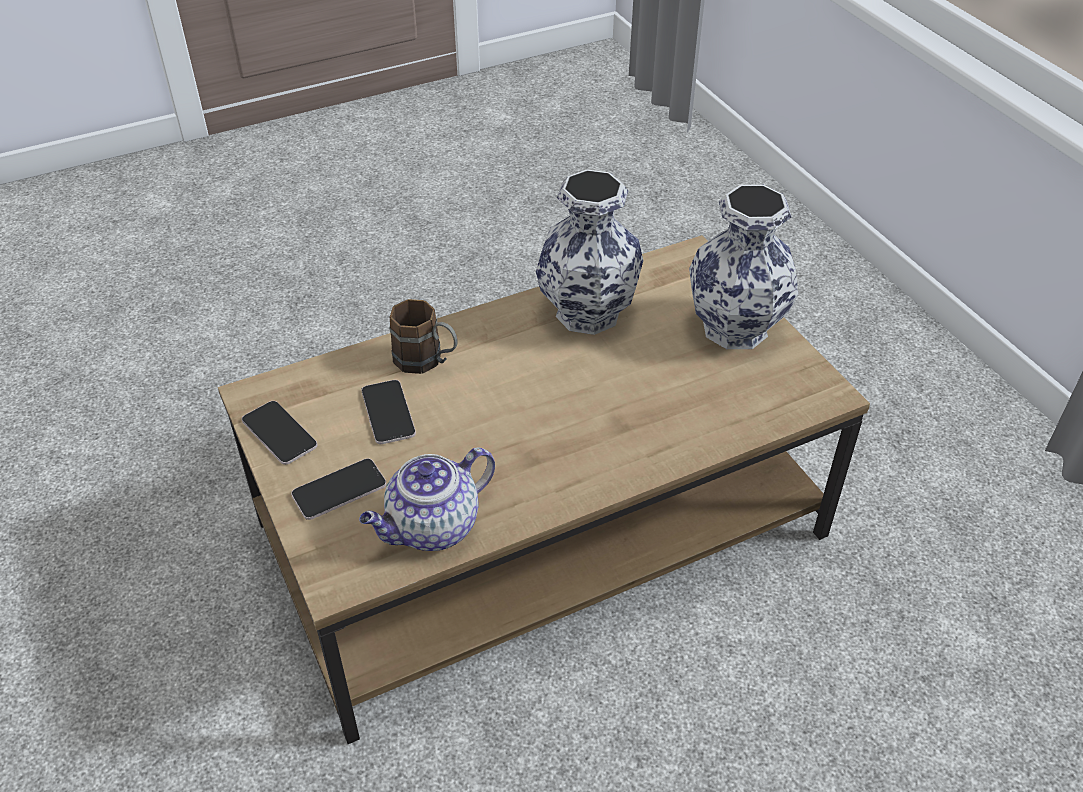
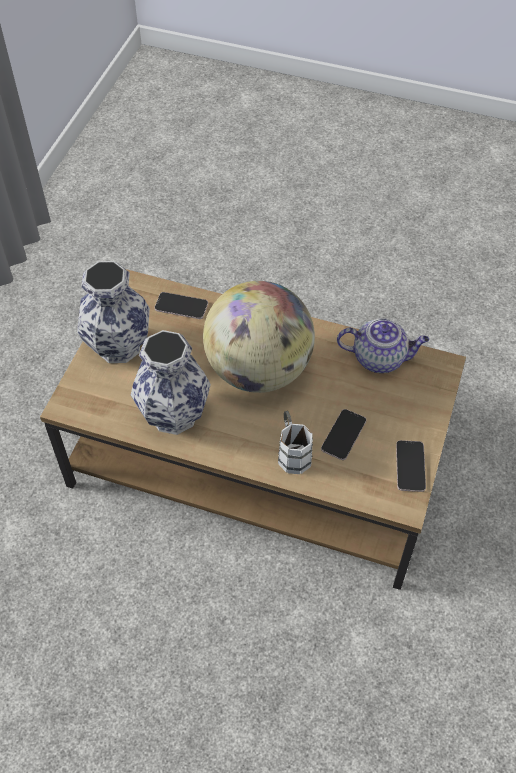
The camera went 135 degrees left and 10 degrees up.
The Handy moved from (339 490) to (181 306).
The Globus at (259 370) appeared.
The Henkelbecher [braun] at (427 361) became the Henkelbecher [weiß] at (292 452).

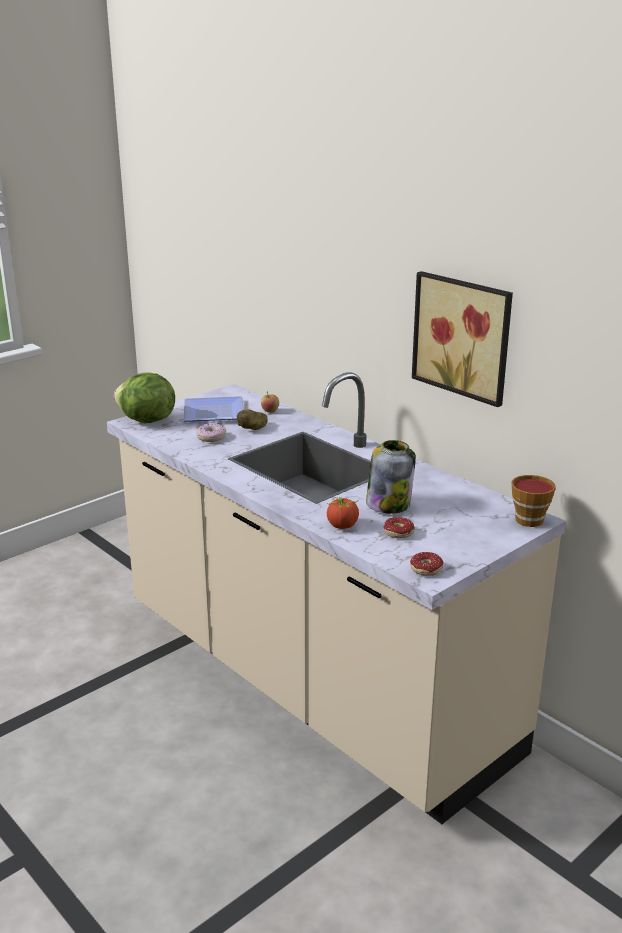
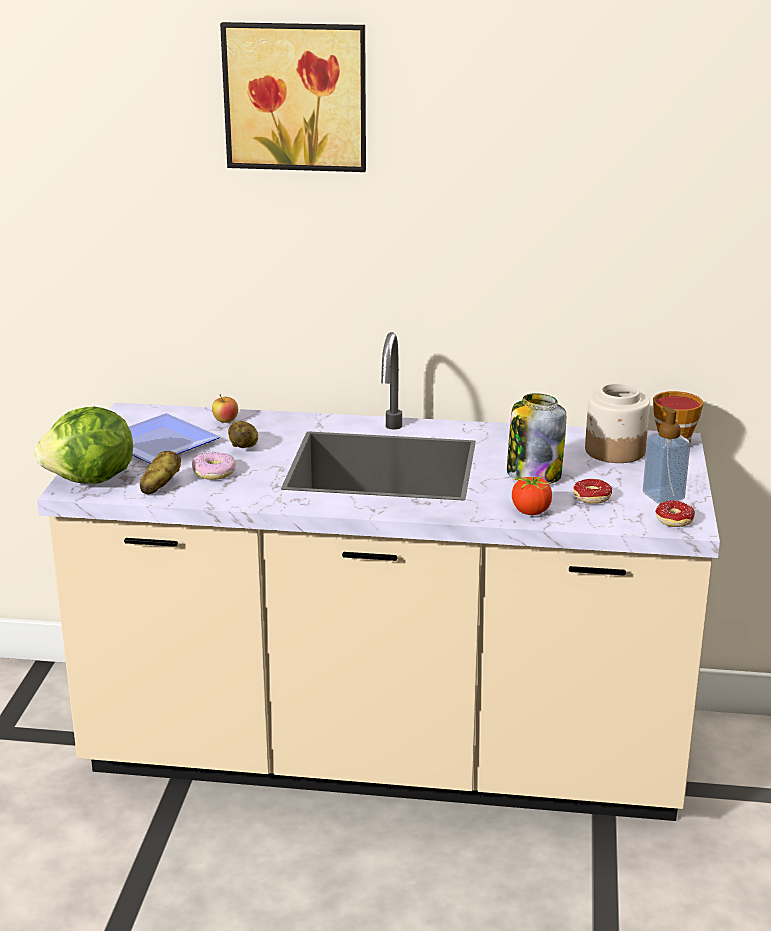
The camera went 40 degrees left and 0 degrees up.
The Kartoffel at (160 486) appeared.
The Bild moved from (464 336) to (296 96).
The Vorratsglas at (614 451) appeared.
The Seifenspender at (663 496) appeared.

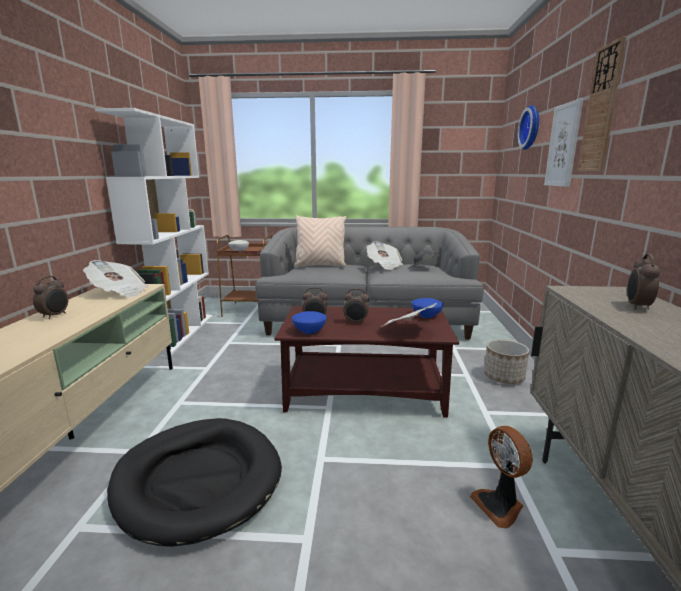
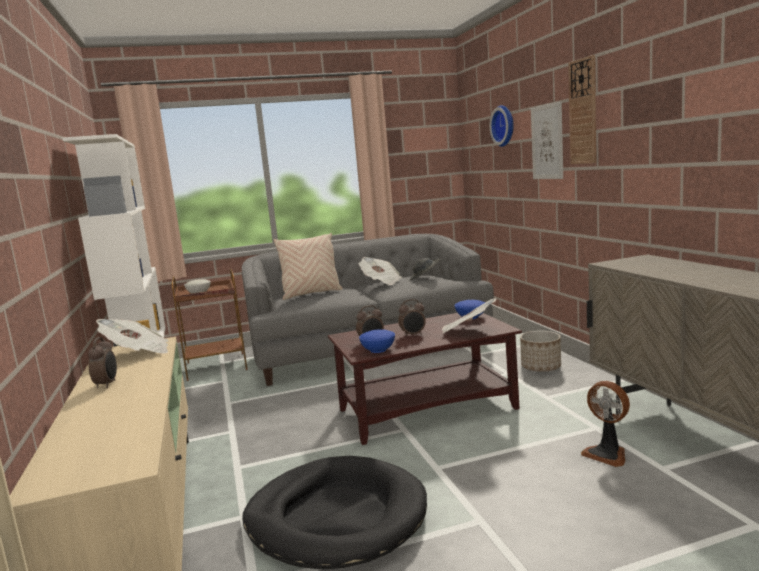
The camera went 20 degrees left and 5 degrees down.
The Wecker at (637 306) disappeared.

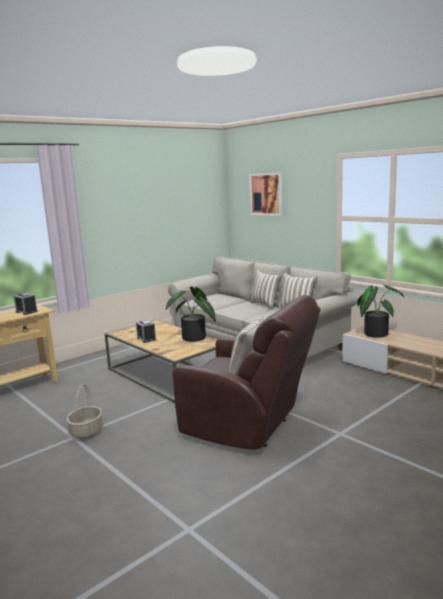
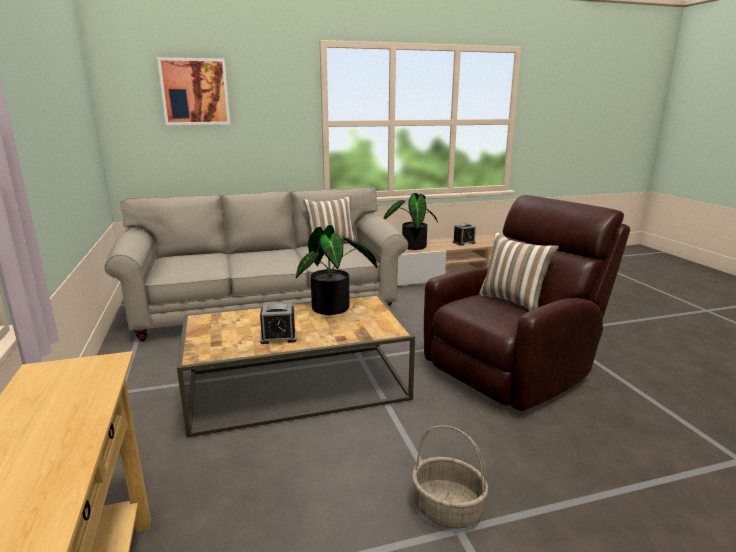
The camera went 65 degrees left and 5 degrees up.
The Wecker moved from (26 312) to (464 242).
The Kissen at (266 305) disappeared.

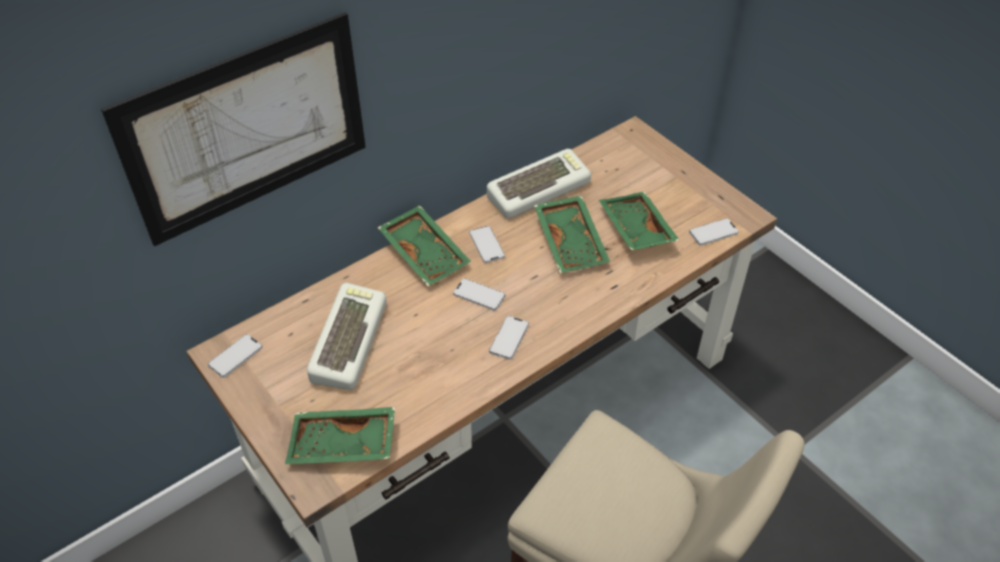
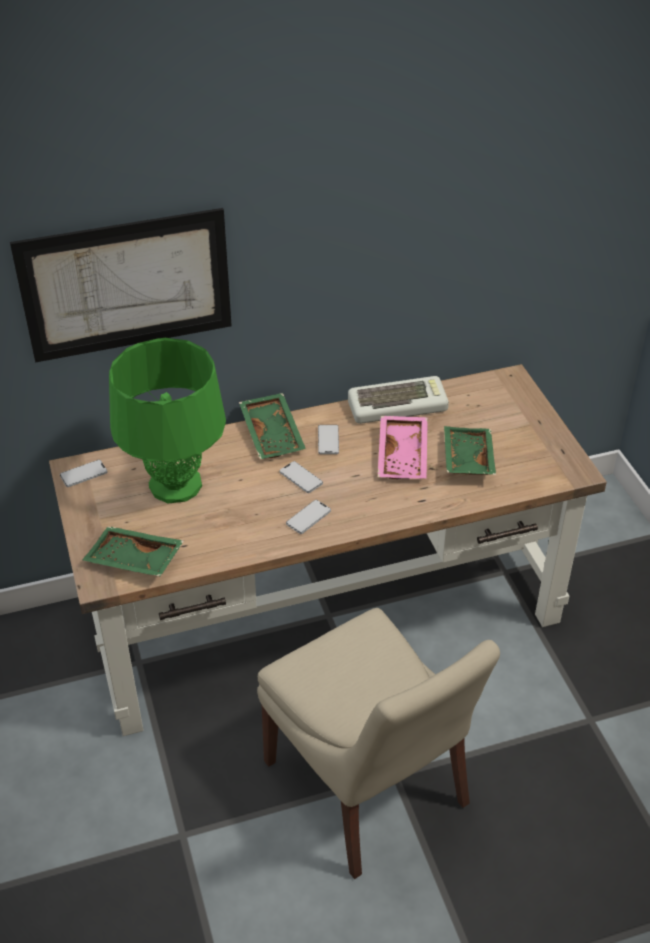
The camera went 20 degrees right and 5 degrees down.
The Tastatur at (347 340) was replaced by the Tischlampe [grün] at (175 484).
The Tablett [grün] at (572 242) became the Tablett [rosa] at (404 456).
The Handy at (713 232) disappeared.

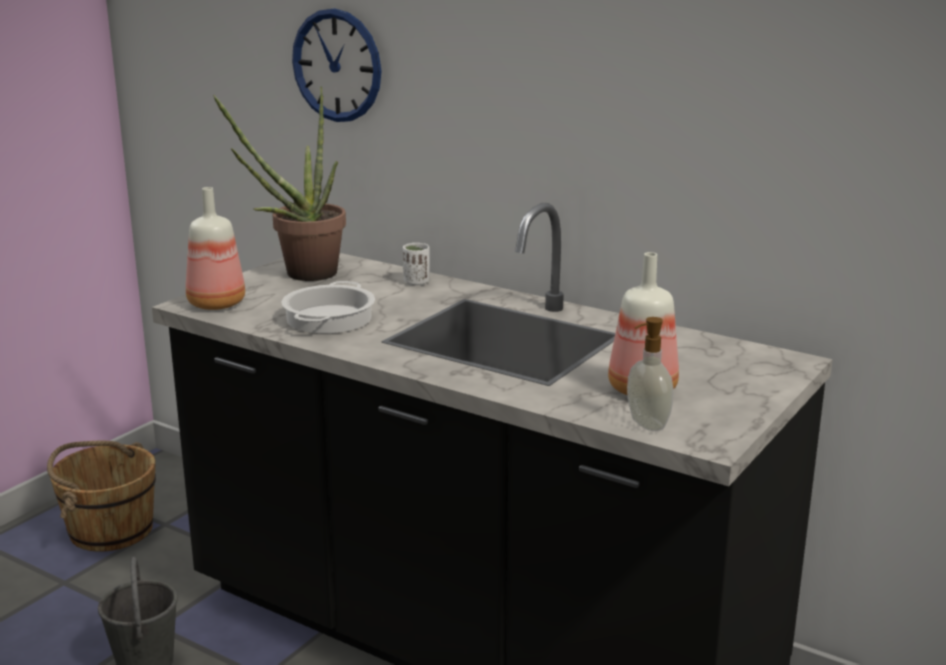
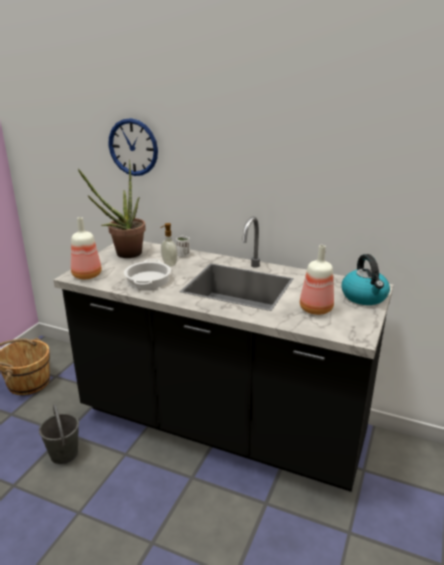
The camera went 10 degrees left and 5 degrees up.
The Seifenspender moved from (646 424) to (169 264).
The Wasserkessel at (364 297) appeared.

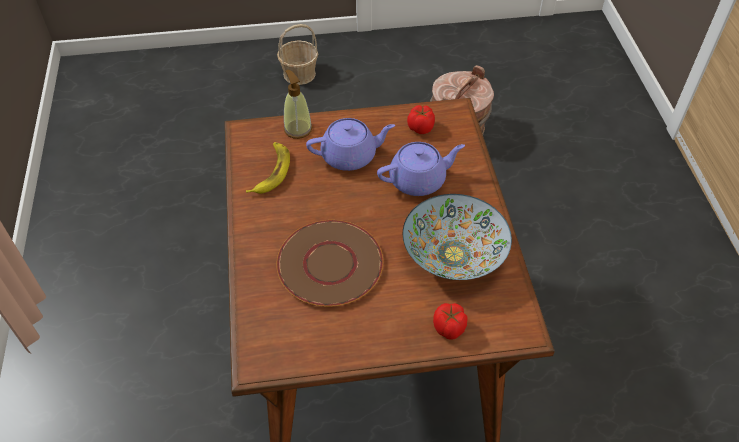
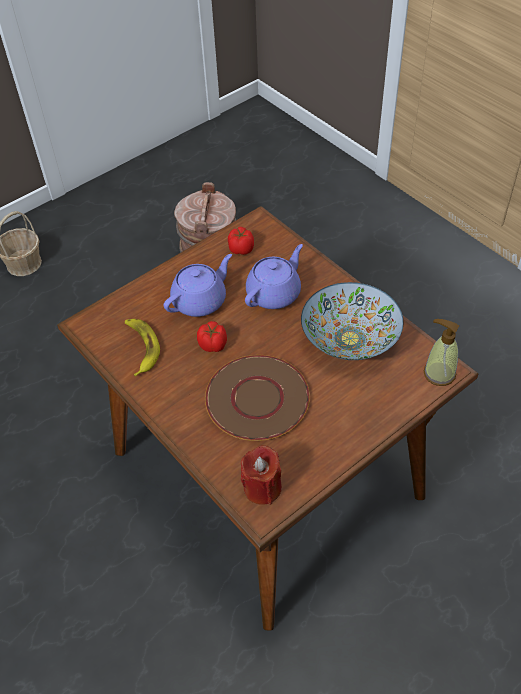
The camera went 30 degrees left and 0 degrees up.
The Tomate moved from (449 328) to (213 345).
The Kerze [rot] at (262 487) appeared.
The Seifenspender moved from (298 129) to (439 373).

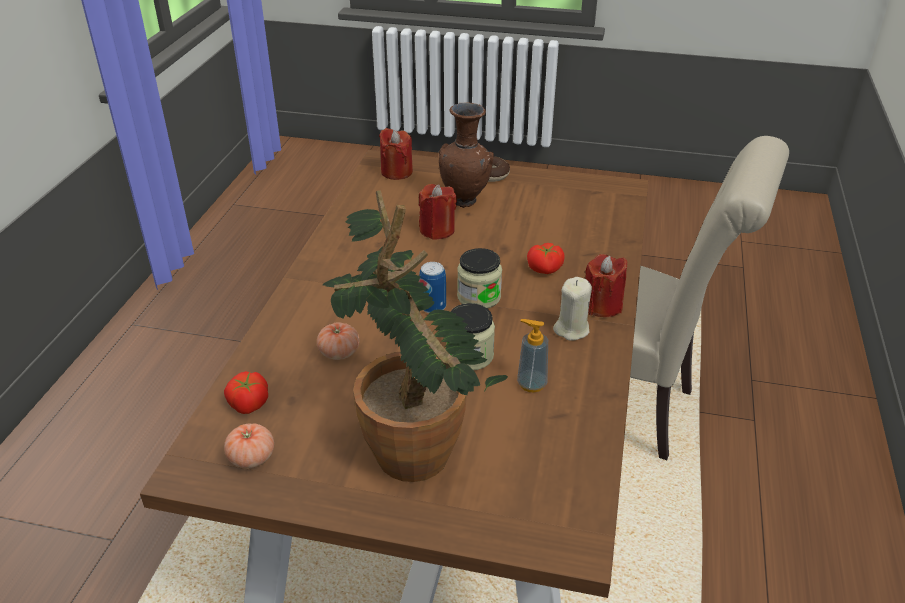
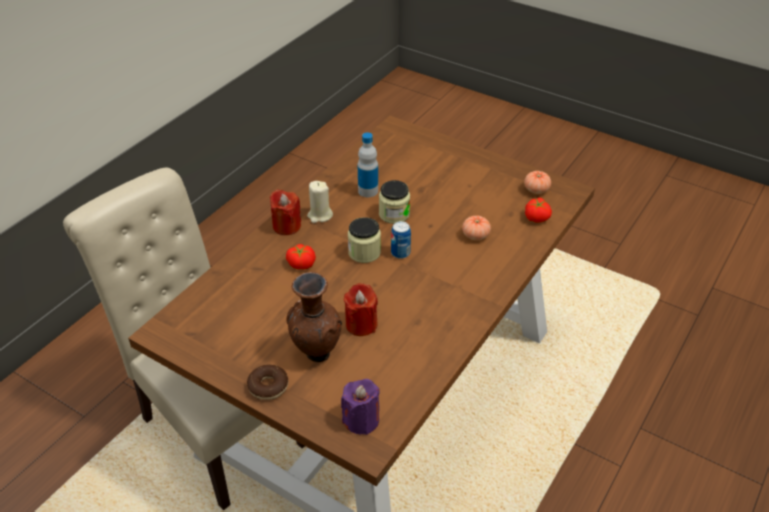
The camera went 160 degrees left and 5 degrees up.
The Kerze [rot] at (396 172) became the Kerze [lila] at (361 420).
The Seifenspender at (531 384) was replaced by the Flasche at (368 191).
The Topfpflanze at (412 440) disappeared.

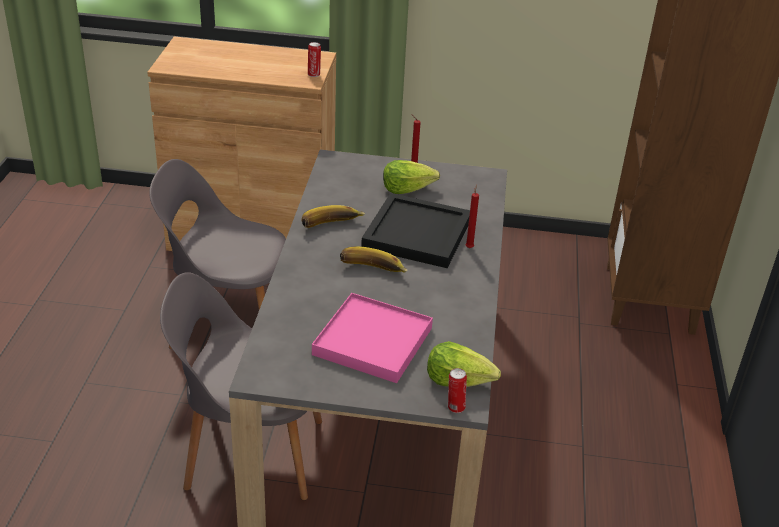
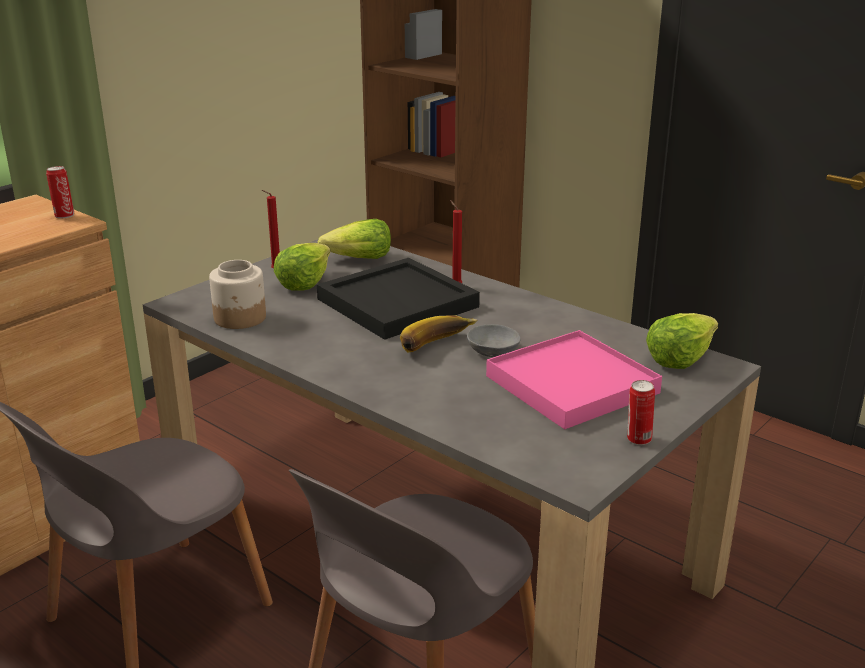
The camera went 55 degrees left and 10 degrees down.
The Vorratsglas at (240 318) appeared.
The Salatkopf at (359 259) appeared.
The Schüssel [grau] at (495 351) appeared.
The Dose moved from (455 407) to (638 439).
The Banane at (332 227) disappeared.

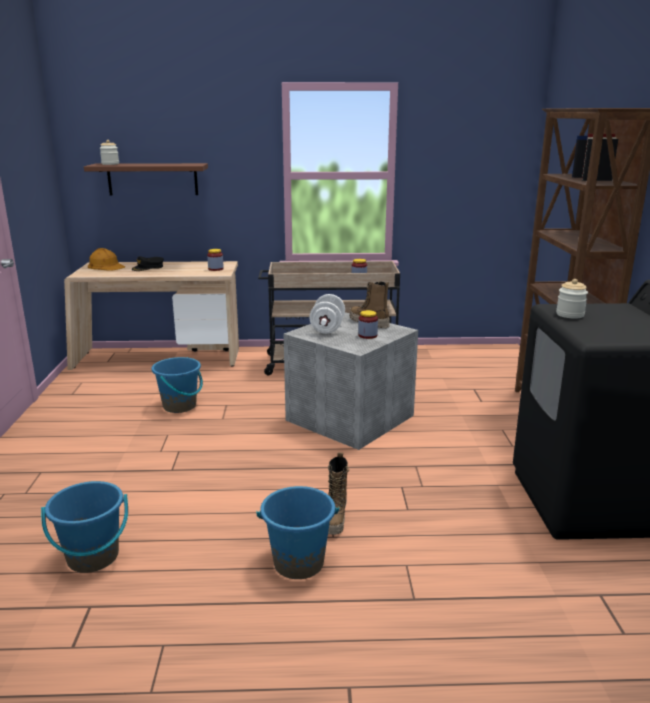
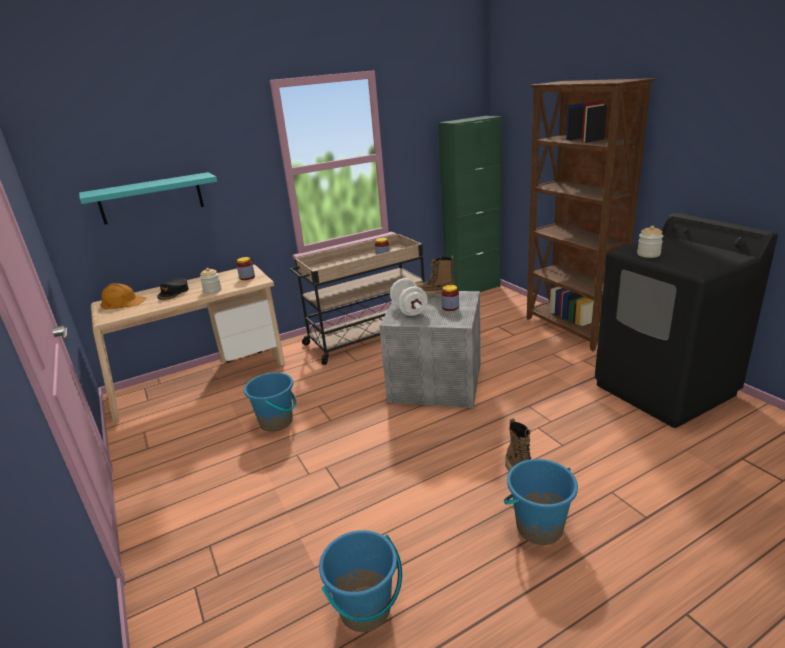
The camera went 25 degrees left and 5 degrees up.
The Wandregal [braun] at (152 179) became the Wandregal [türkis] at (151 198).
The Vorratsglas moved from (110 164) to (212 290).
The Schrank [grün] at (473 289) appeared.

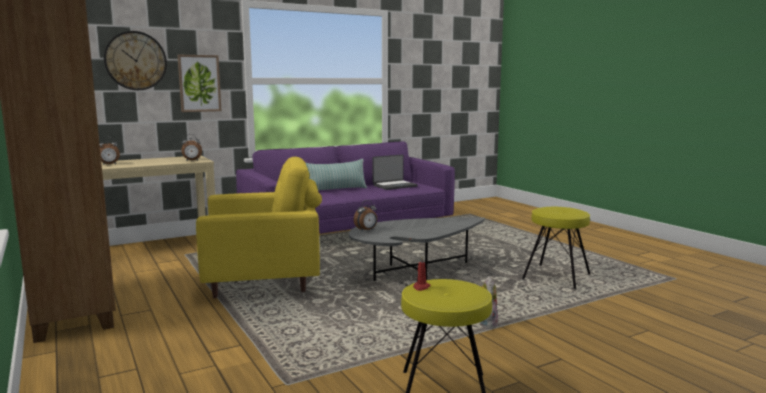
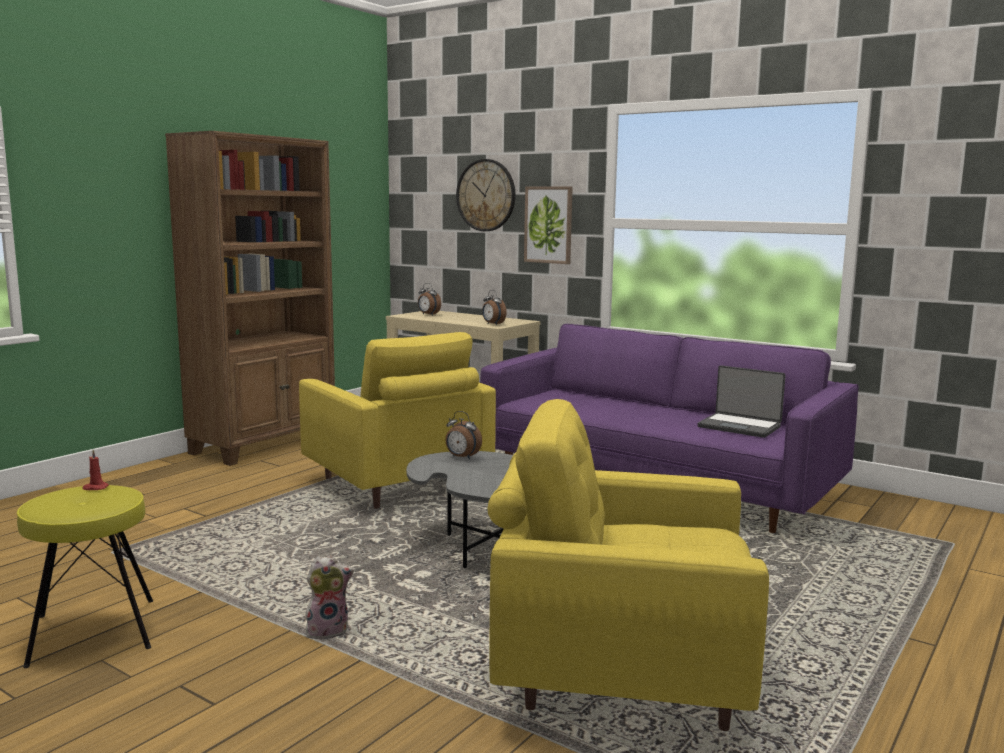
The camera went 65 degrees right and 0 degrees up.
The Hocker [gelb] at (556 277) was replaced by the Sessel [gelb] at (620 671).
The Kissen at (335 190) disappeared.

